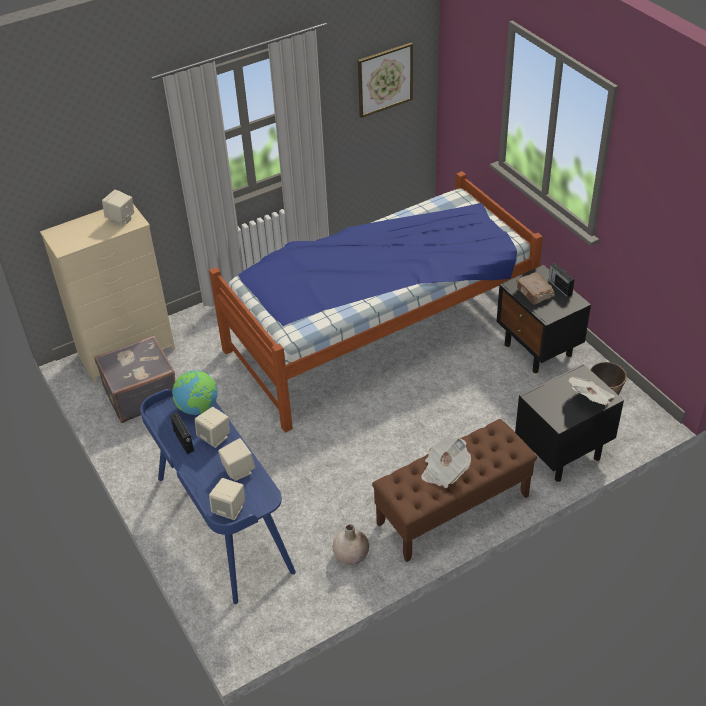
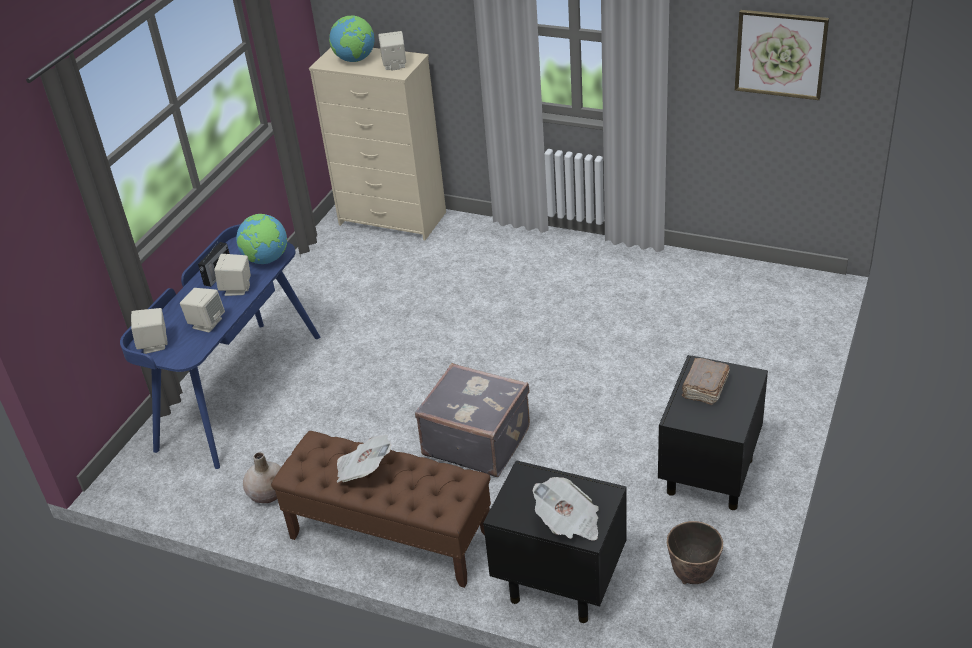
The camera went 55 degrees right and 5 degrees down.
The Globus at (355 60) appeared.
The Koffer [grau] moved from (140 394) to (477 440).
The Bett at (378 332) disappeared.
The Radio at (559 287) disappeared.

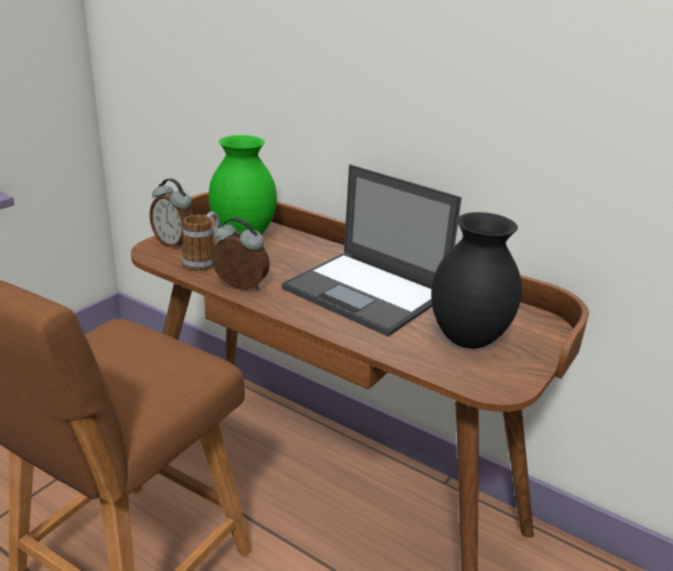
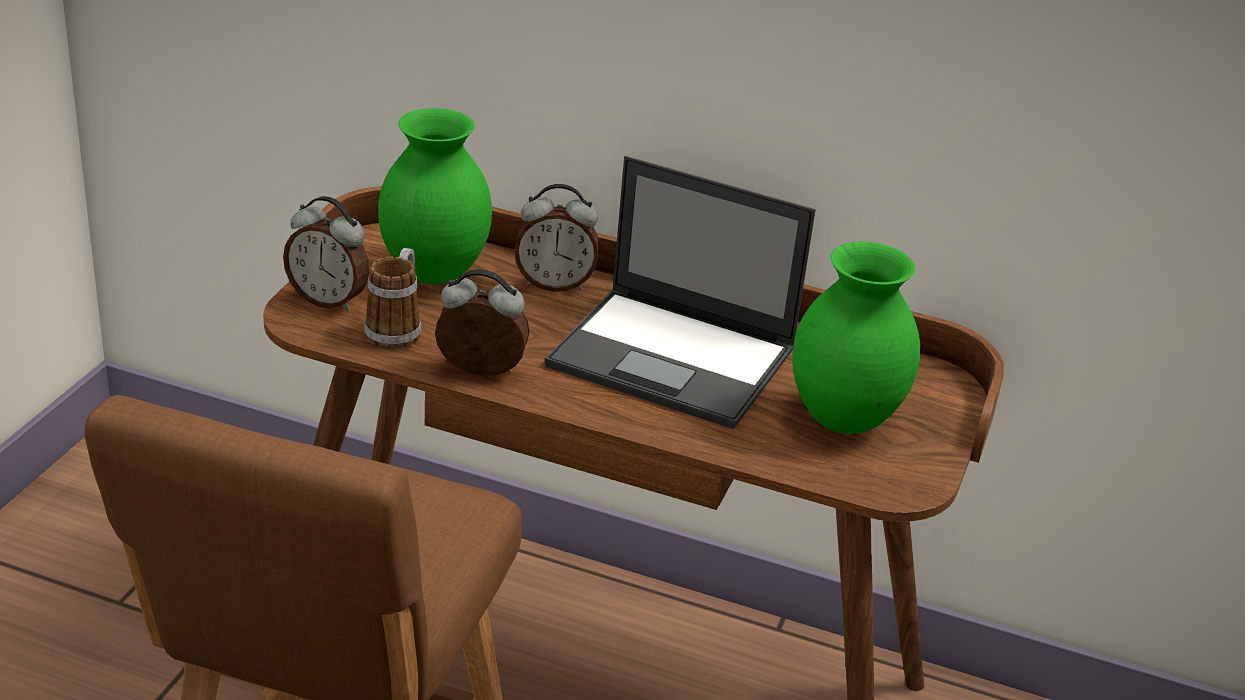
The camera went 15 degrees left and 5 degrees up.
The Wecker at (554 284) appeared.
The Vase [schwarz] at (466 340) became the Vase [grün] at (842 420).

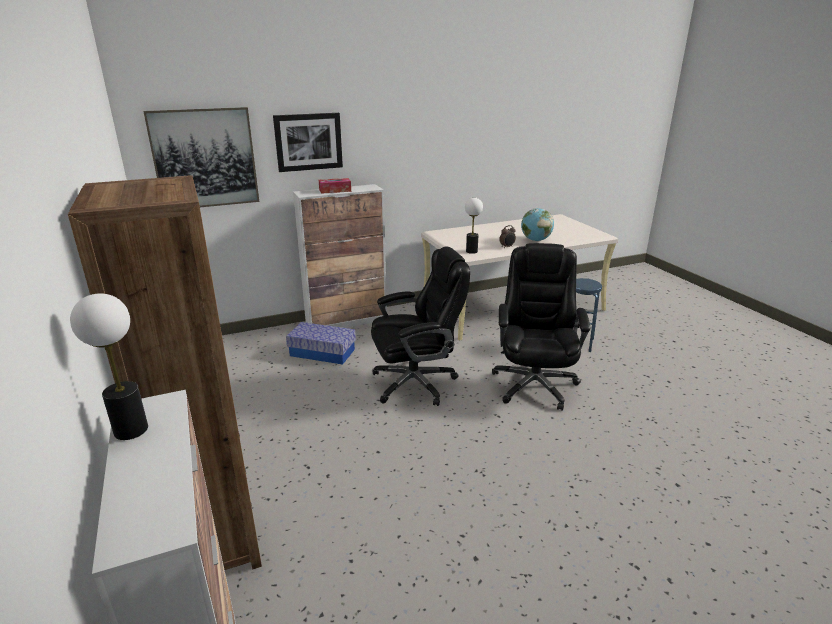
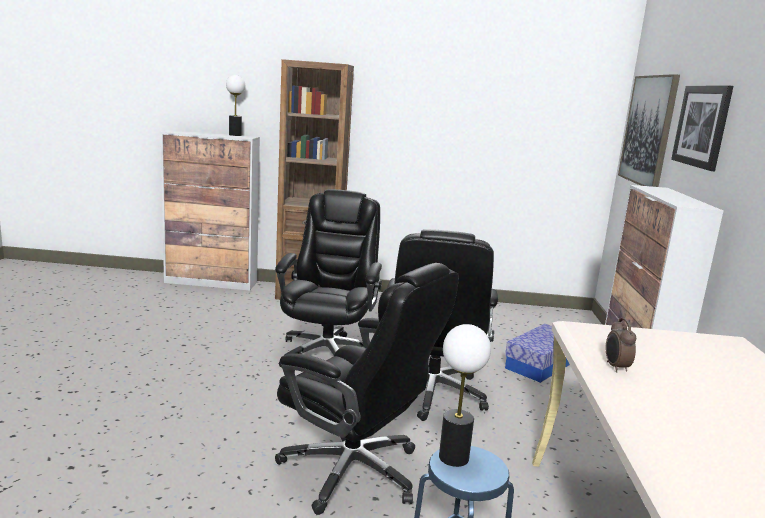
The camera went 115 degrees right and 10 degrees down.
The Bürostuhl [schwarz] at (328 353) appeared.
The Tischlampe moved from (471 251) to (453 457).
The Taschentuchbox at (335 190) disappeared.
The Globus at (535 240) disappeared.

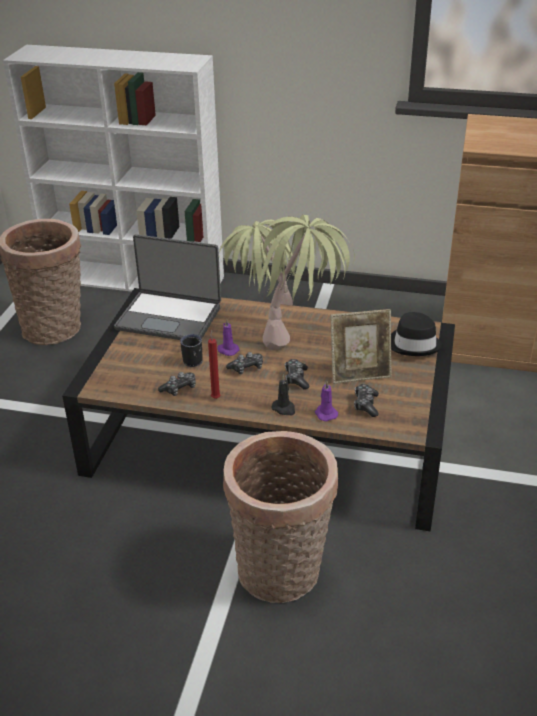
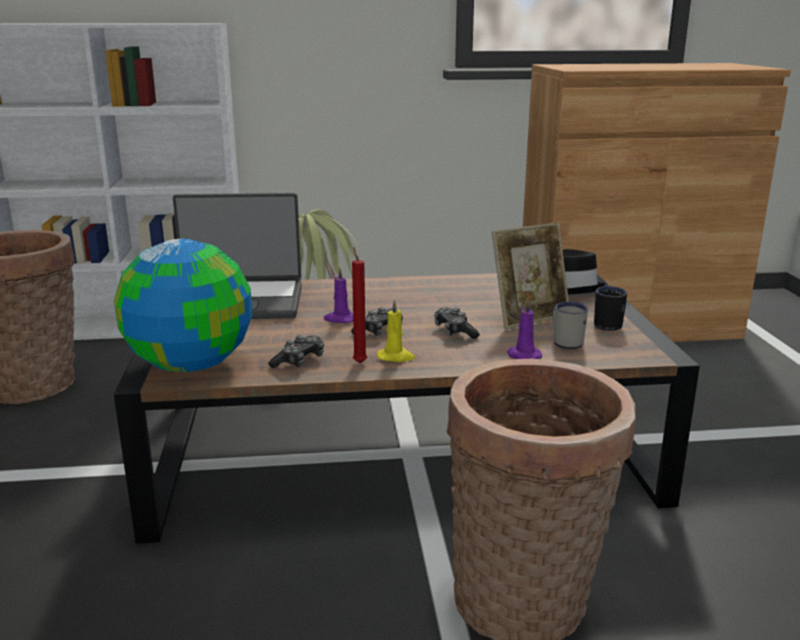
The camera went 20 degrees left and 15 degrees down.
The Globus at (192 364) appeared.
The Kerze [gelb] at (396 357) appeared.
The Gamepad at (366 405) was replaced by the Henkelbecher [weiß] at (565 341).
The Henkelbecher [schwarz] moved from (194 359) to (605 324).
The Topfpflanze at (302 337) disappeared.
The Kerze [schwarz] at (284 409) disappeared.

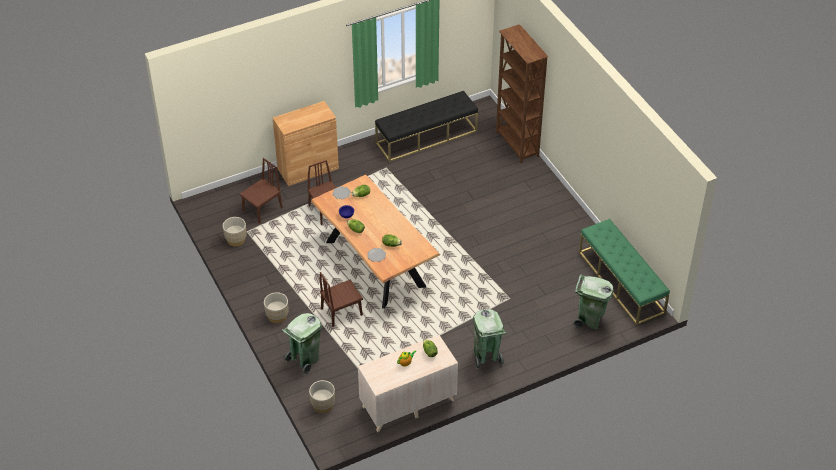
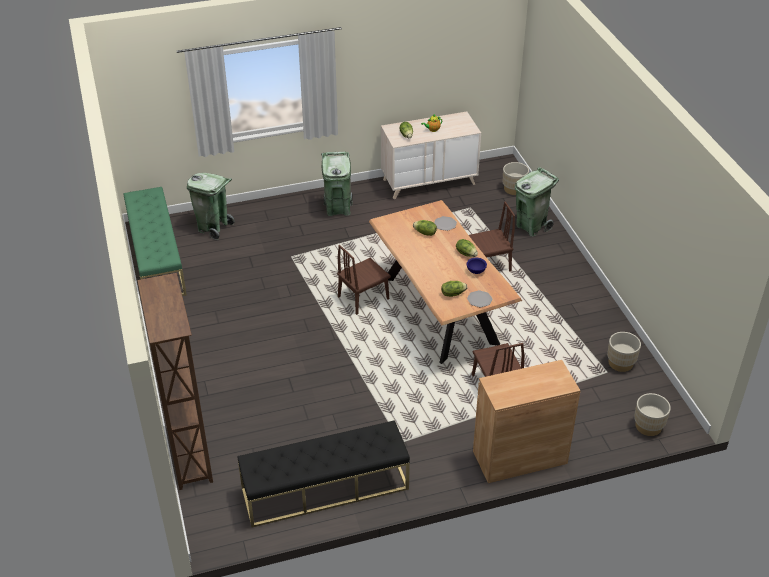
The camera went 170 degrees left and 5 degrees down.
The Stuhl [braun] moved from (262 209) to (363 298).
The Pflanzkübel [beige] moved from (277 316) to (648 426).

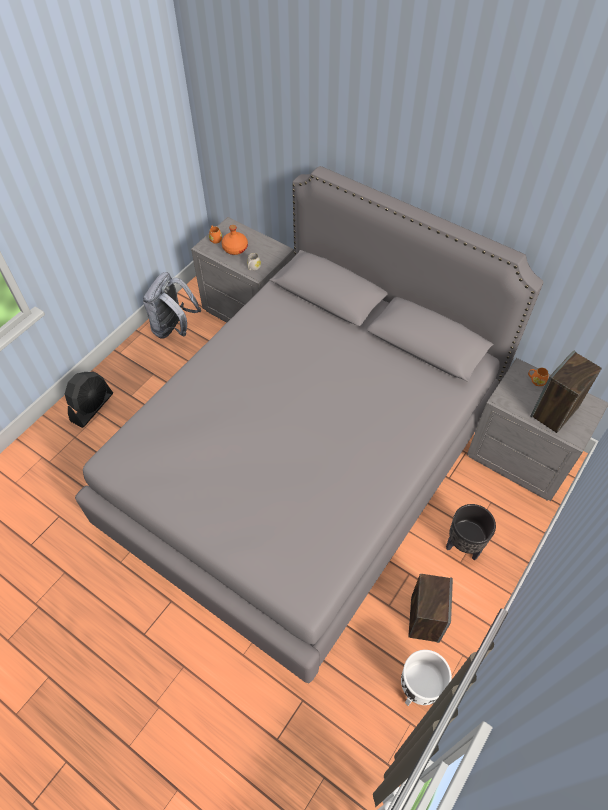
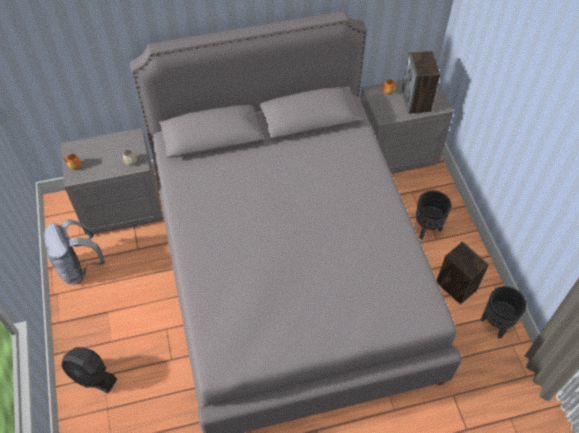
The camera went 50 degrees left and 0 degrees up.
The Ventilator [schwarz] at (92 407) turned 135 degrees clockwise.
The Pflanzkübel [weiß] at (418 688) became the Pflanzkübel [schwarz] at (495 324).
The Flasche [orange] at (235 248) disappeared.

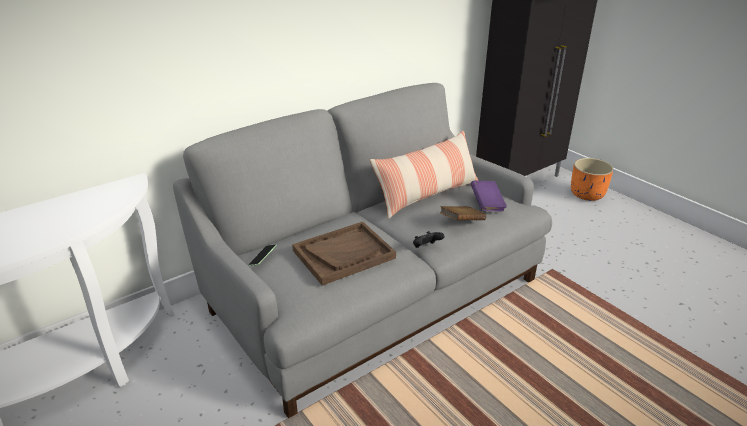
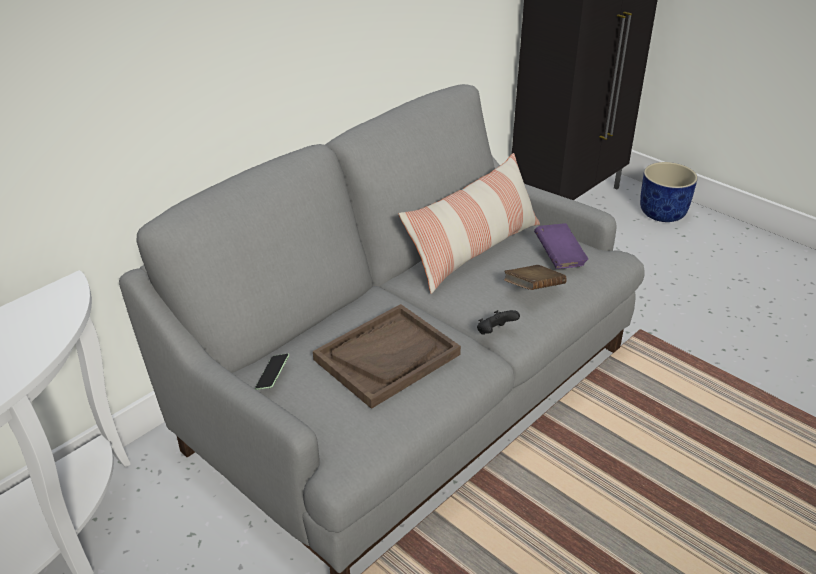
The camera went 10 degrees left and 5 degrees up.
The Pflanzkübel [orange] at (587 194) became the Pflanzkübel [blau] at (663 213).

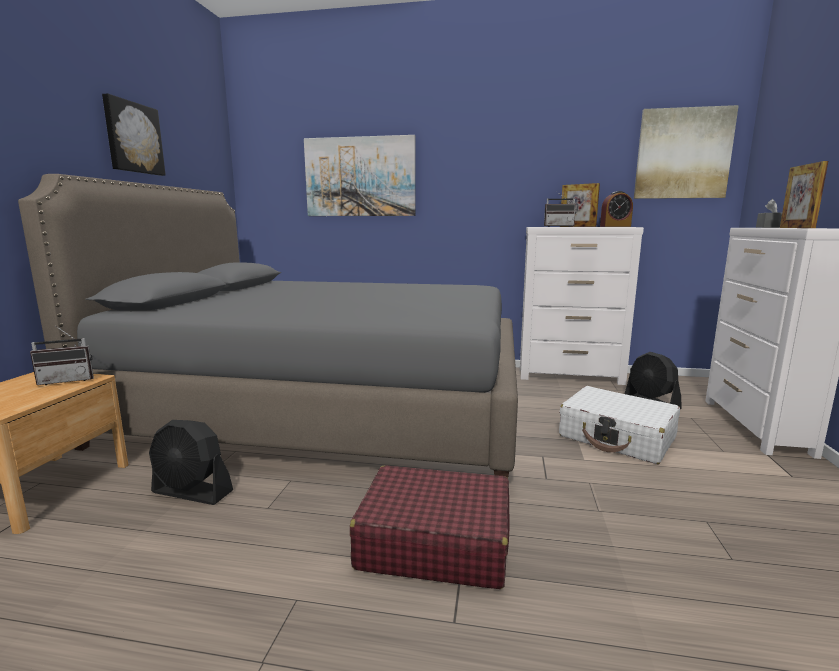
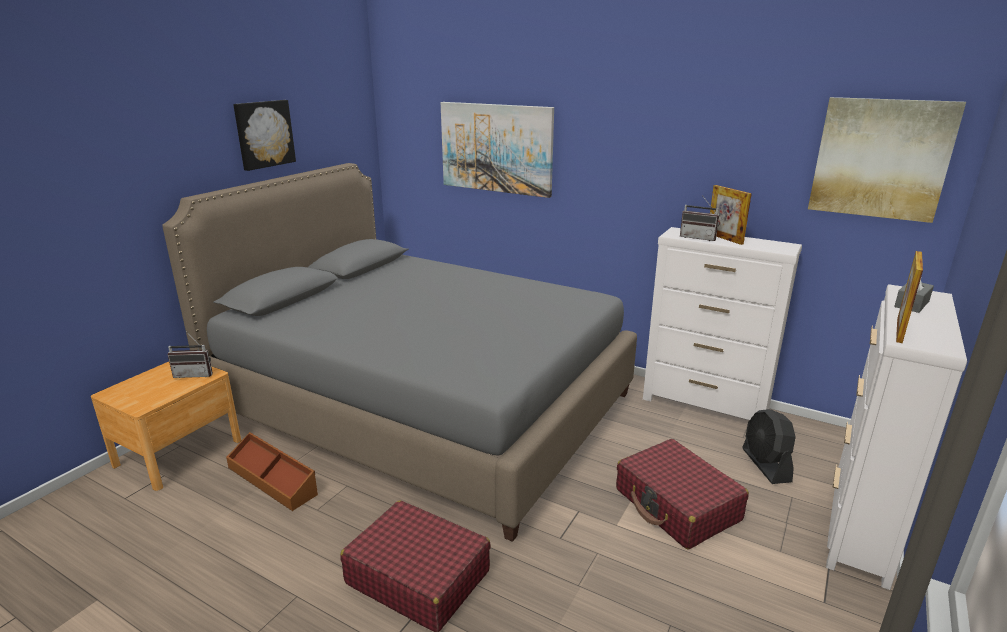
The camera went 20 degrees right and 10 degrees up.
The Ventilator [schwarz] at (192 492) was replaced by the Aufbewahrungsbox [braun] at (273 480).
The Koffer [weiß] at (617 437) became the Koffer [rot] at (677 505).
The Wecker at (615 226) disappeared.

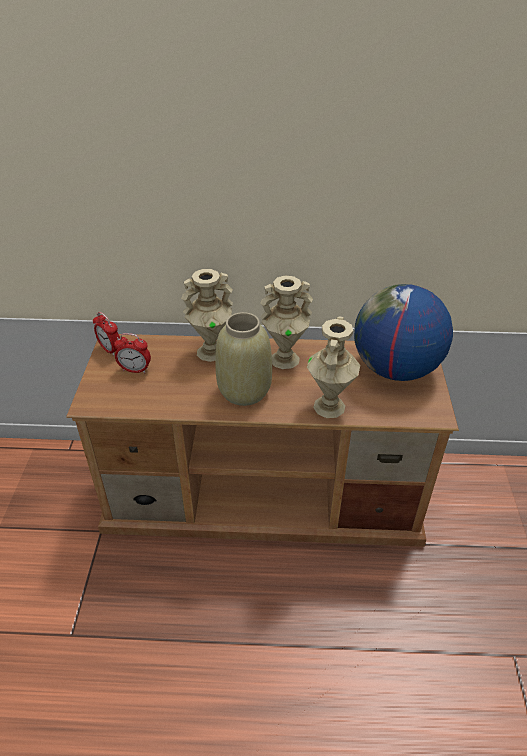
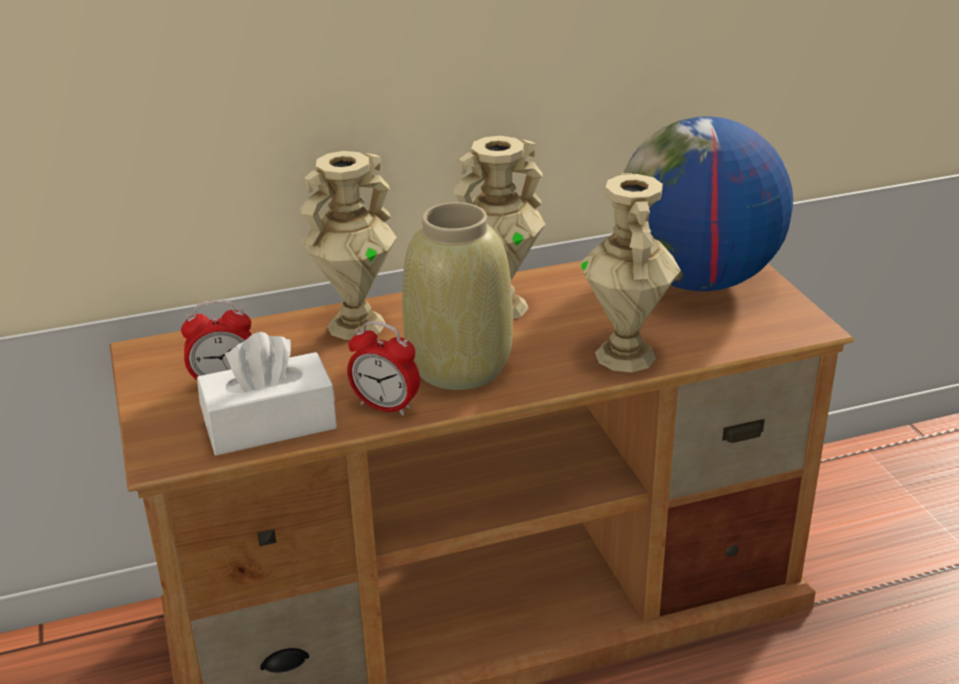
The camera went 20 degrees left and 10 degrees down.
The Taschentuchbox [weiß] at (270 424) appeared.
The Wecker moved from (110 349) to (386 406).

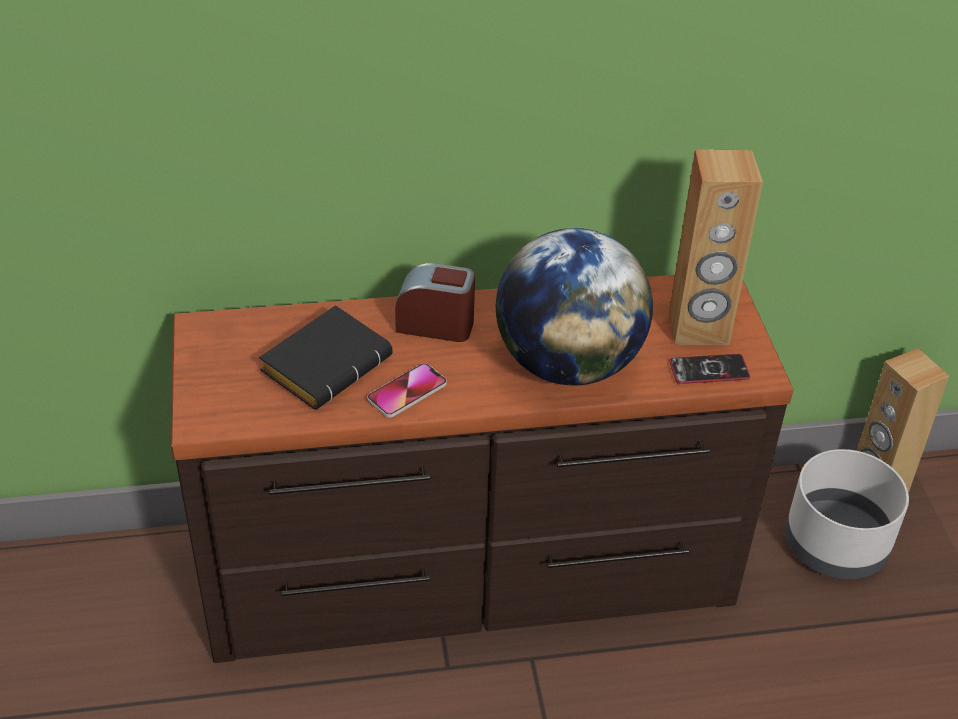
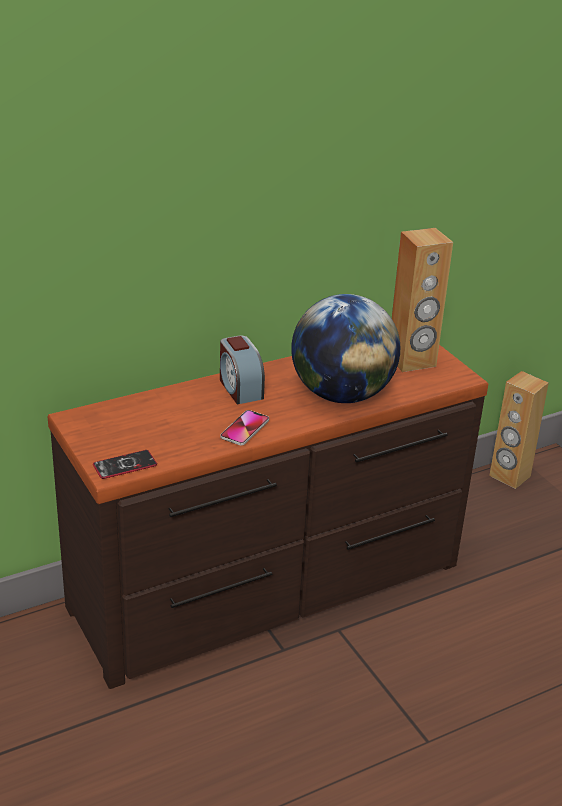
The camera went 20 degrees left and 10 degrees down.
The Handy moved from (709 370) to (125 465).
The Wecker at (435 324) turned 105 degrees counterclockwise.
The Buch [schwarz] at (326 363) disappeared.
The Pflanzkübel [grau] at (836 546) disappeared.

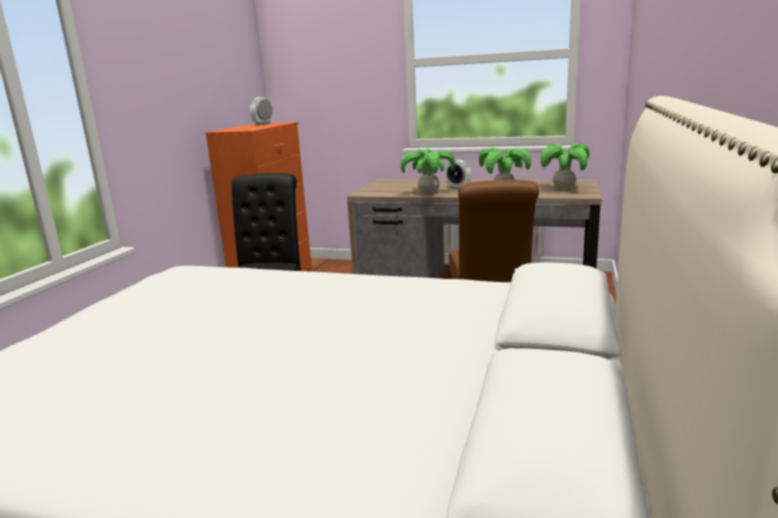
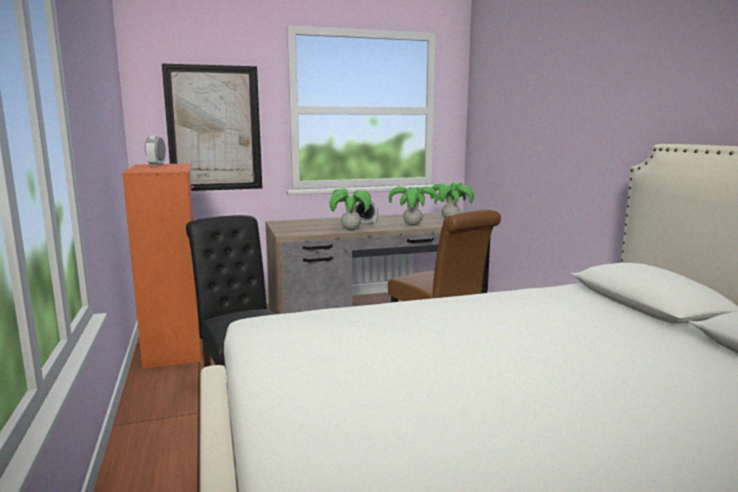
The camera went 35 degrees left and 5 degrees down.
The Bild at (214 129) appeared.

